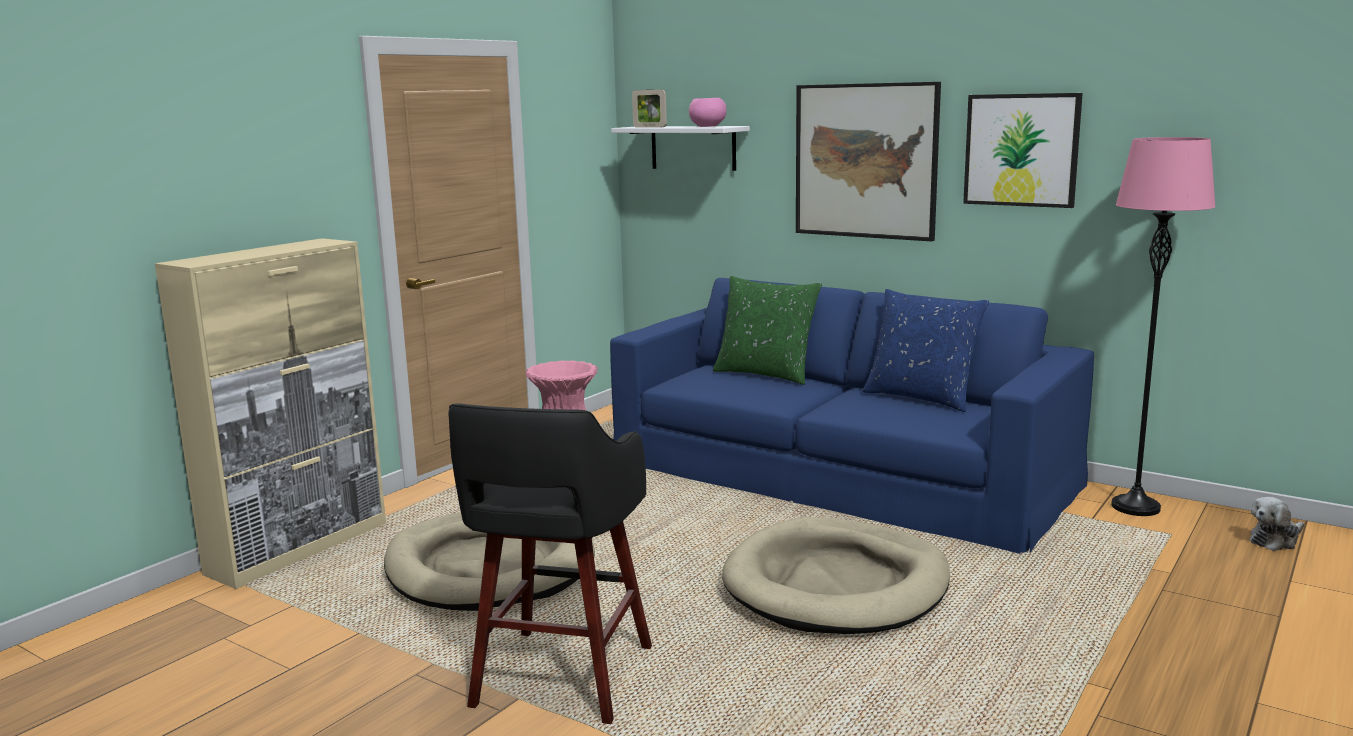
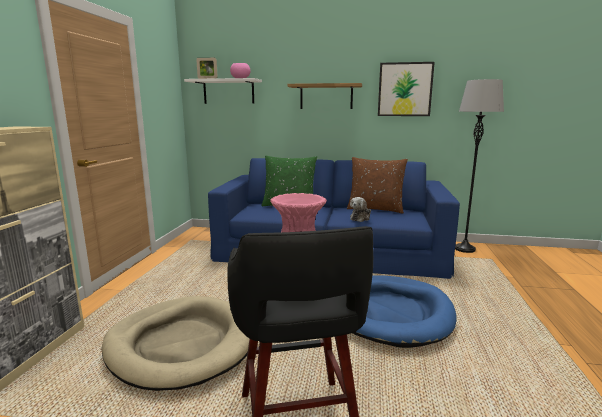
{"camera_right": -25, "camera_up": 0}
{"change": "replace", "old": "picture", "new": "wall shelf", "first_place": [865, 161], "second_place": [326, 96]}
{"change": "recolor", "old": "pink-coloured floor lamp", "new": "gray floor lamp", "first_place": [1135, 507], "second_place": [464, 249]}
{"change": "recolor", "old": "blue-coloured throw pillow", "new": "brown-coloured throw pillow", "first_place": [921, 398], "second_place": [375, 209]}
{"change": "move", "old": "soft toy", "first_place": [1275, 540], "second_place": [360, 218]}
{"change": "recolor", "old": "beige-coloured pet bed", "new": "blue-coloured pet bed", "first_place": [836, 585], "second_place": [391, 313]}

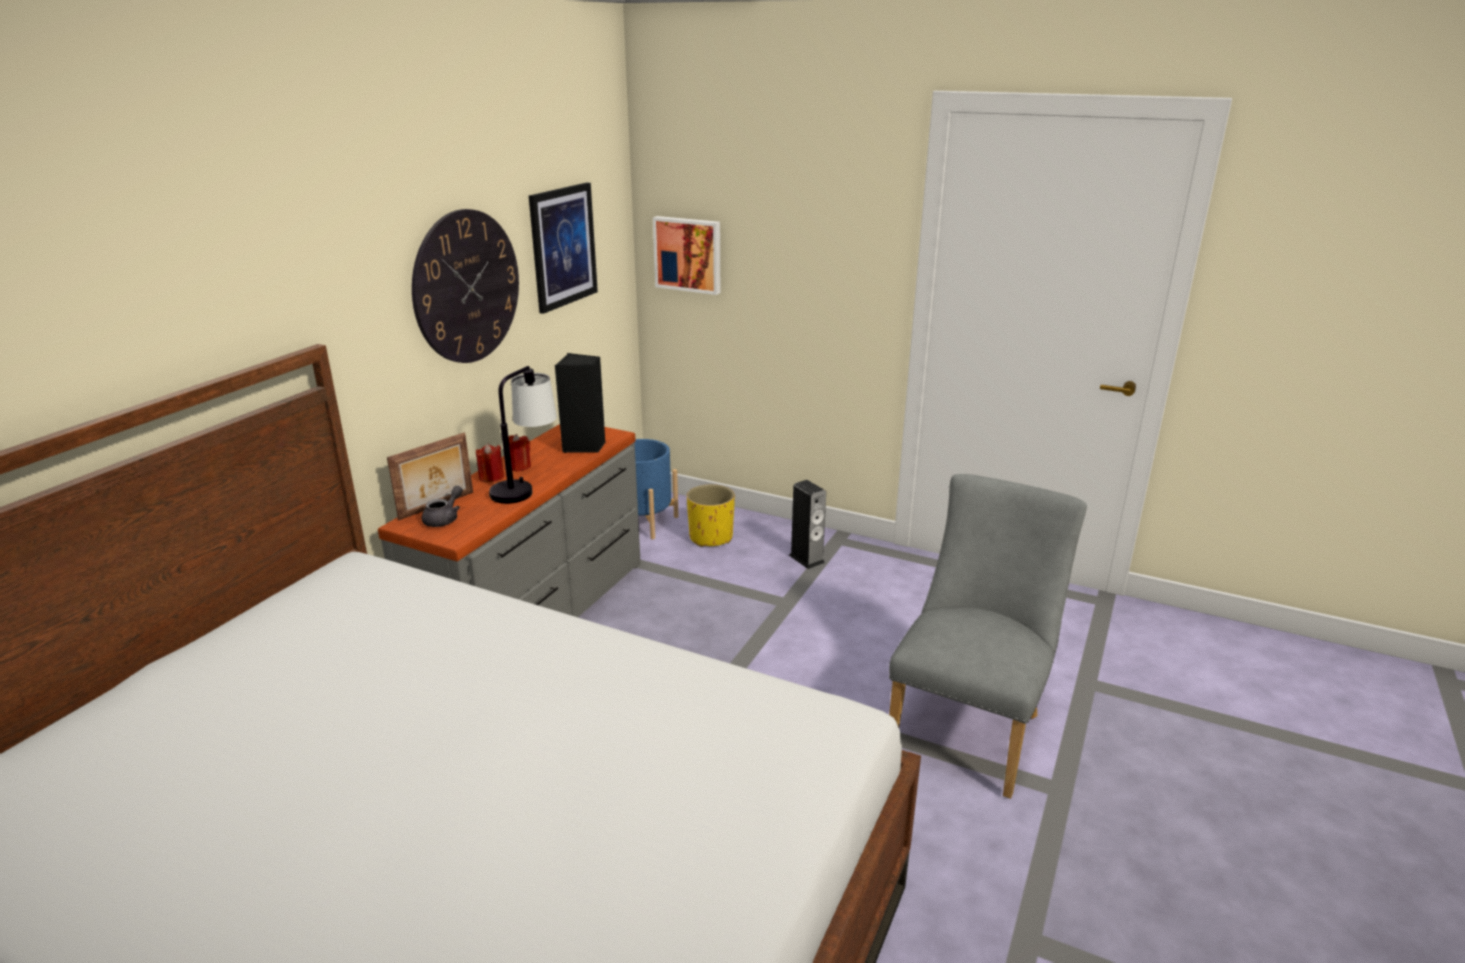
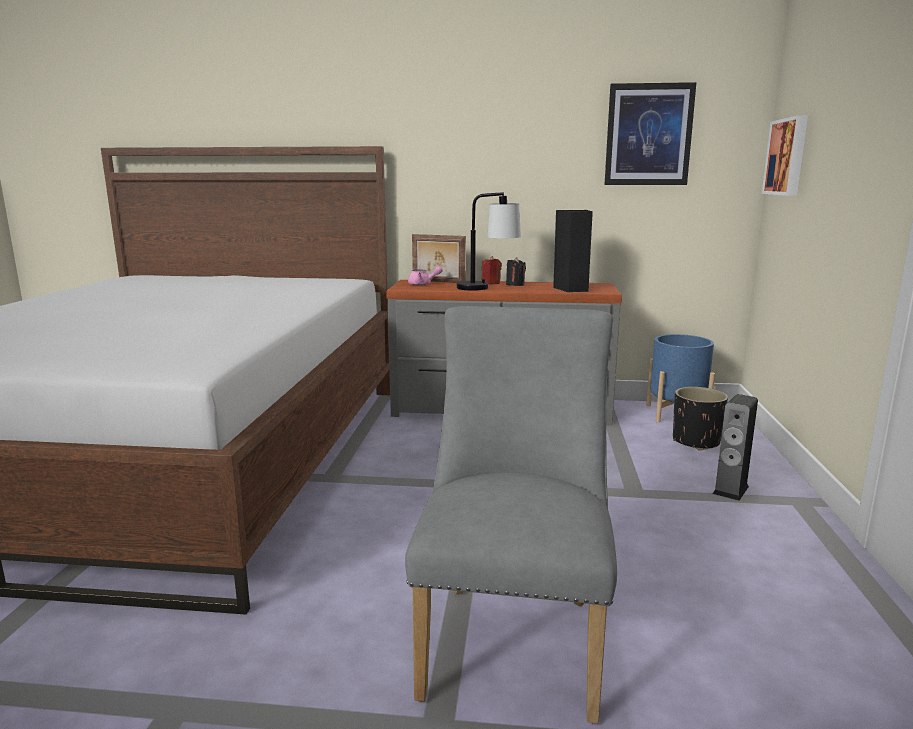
{"camera_right": 70, "camera_up": -10}
{"change": "delete", "old": "hanging clock", "first_place": [467, 287]}
{"change": "recolor", "old": "reddish wax candle", "new": "blackish wax candle", "first_place": [519, 466], "second_place": [515, 284]}
{"change": "rotate", "old": "gray plain chair", "first_place": [969, 728], "second_place": [514, 636], "degrees": -90}
{"change": "recolor", "old": "yellow flower pot", "new": "blackish flower pot", "first_place": [710, 538], "second_place": [695, 442]}
{"change": "recolor", "old": "gray pot for tea", "new": "pink-coloured pot for tea", "first_place": [444, 519], "second_place": [423, 284]}

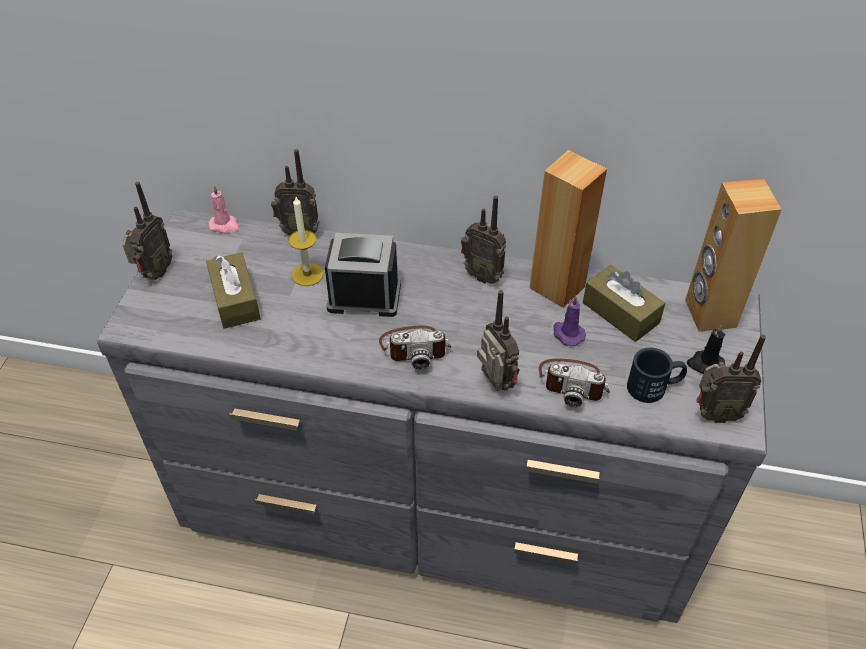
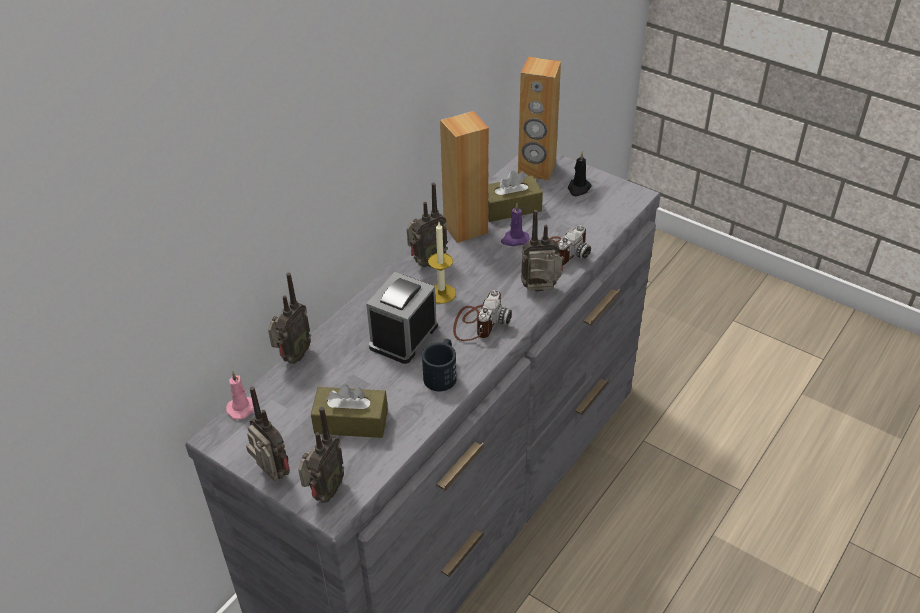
{"camera_right": -65, "camera_up": -5}
{"change": "move", "old": "wax candle", "first_place": [307, 274], "second_place": [441, 293]}
{"change": "move", "old": "radio", "first_place": [714, 414], "second_place": [324, 493]}
{"change": "move", "old": "blackish tea mug", "first_place": [654, 387], "second_place": [442, 373]}

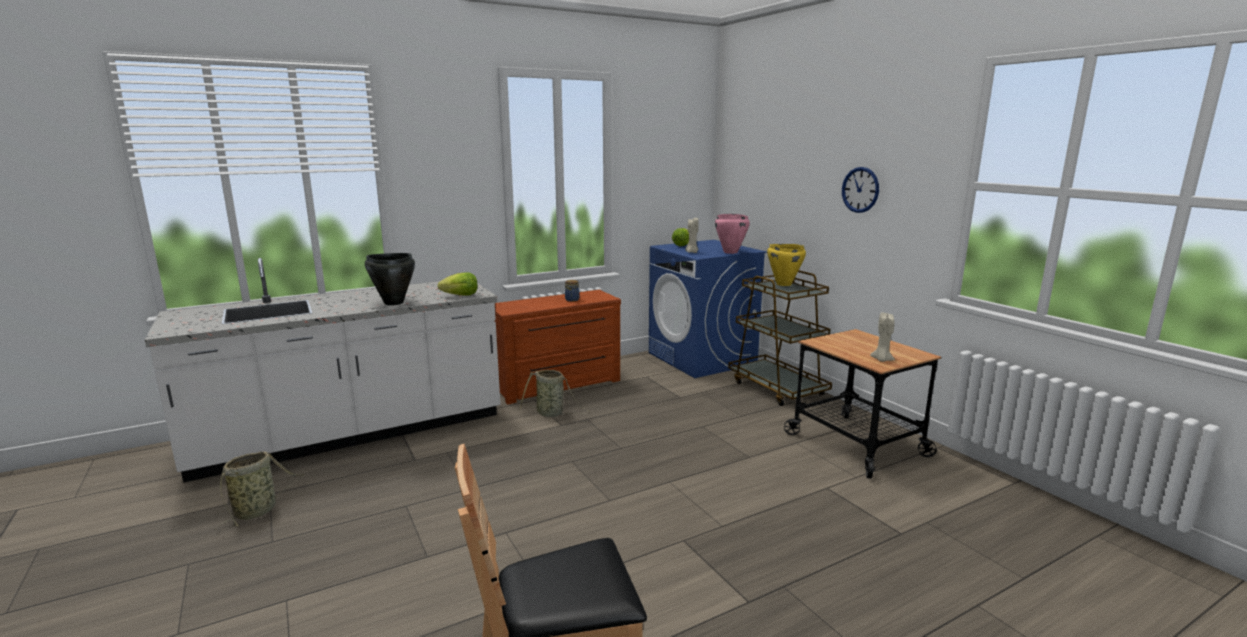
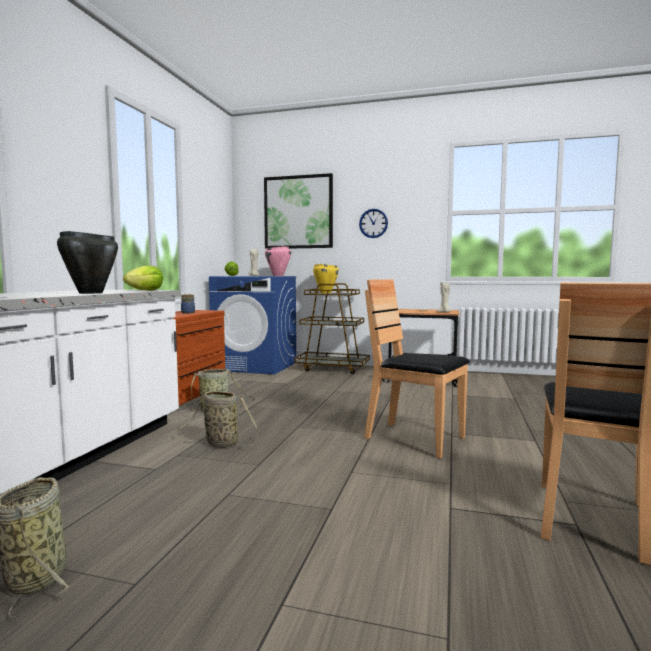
{"camera_right": -45, "camera_up": -10}
{"change": "insert", "new": "picture", "second_place": [298, 212]}
{"change": "insert", "new": "brown-coloured plain chair", "second_place": [415, 439]}
{"change": "insert", "new": "storage basket", "second_place": [219, 444]}

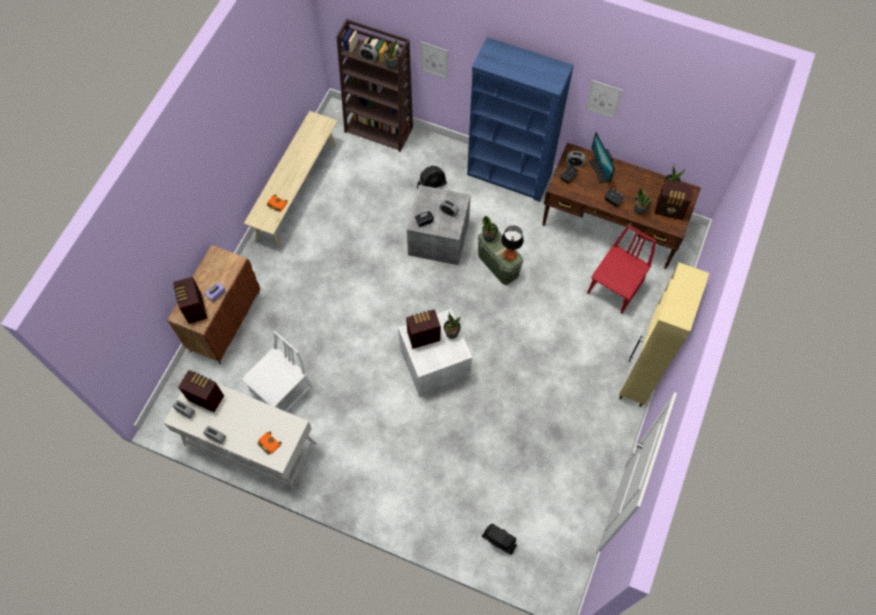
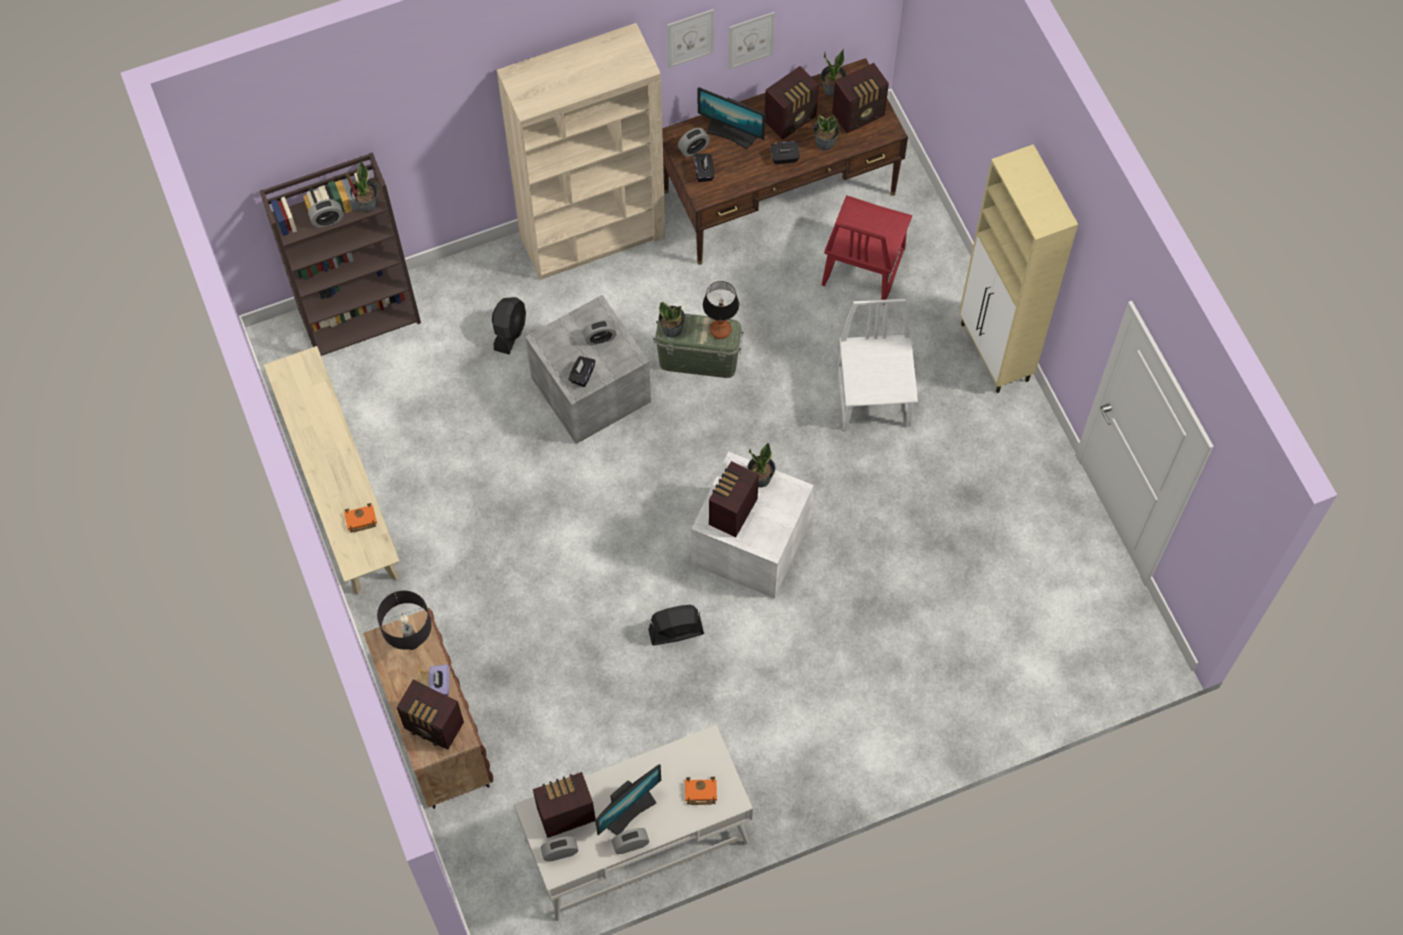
{"camera_right": -45, "camera_up": 0}
{"change": "recolor", "old": "blue-coloured bookcase", "new": "beige-coloured bookcase", "first_place": [509, 175], "second_place": [593, 236]}
{"change": "move", "old": "picture", "first_place": [434, 60], "second_place": [751, 40]}
{"change": "rotate", "old": "reddish plain chair", "first_place": [615, 288], "second_place": [862, 267], "degrees": -150}
{"change": "move", "old": "white-coloured plain chair", "first_place": [282, 390], "second_place": [874, 396]}
{"change": "move", "old": "blackish cooling fan", "first_place": [499, 540], "second_place": [675, 632]}
{"change": "insert", "new": "radio", "second_place": [791, 119]}
{"change": "insert", "new": "blackish tabletop lamp", "second_place": [411, 643]}
{"change": "insert", "new": "computer display", "second_place": [628, 810]}

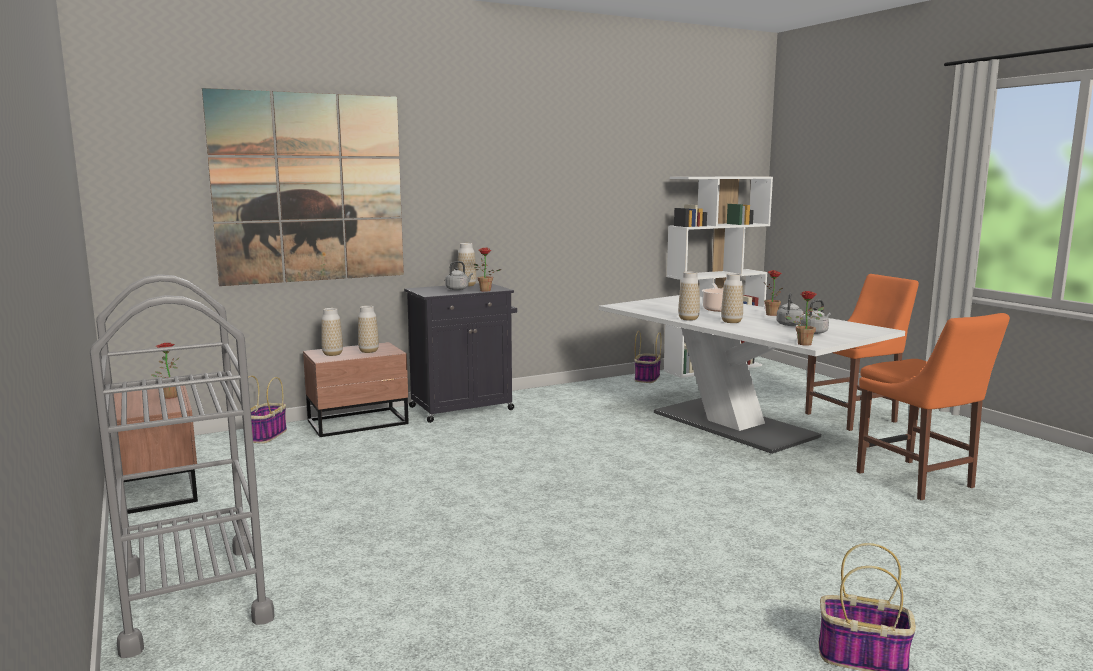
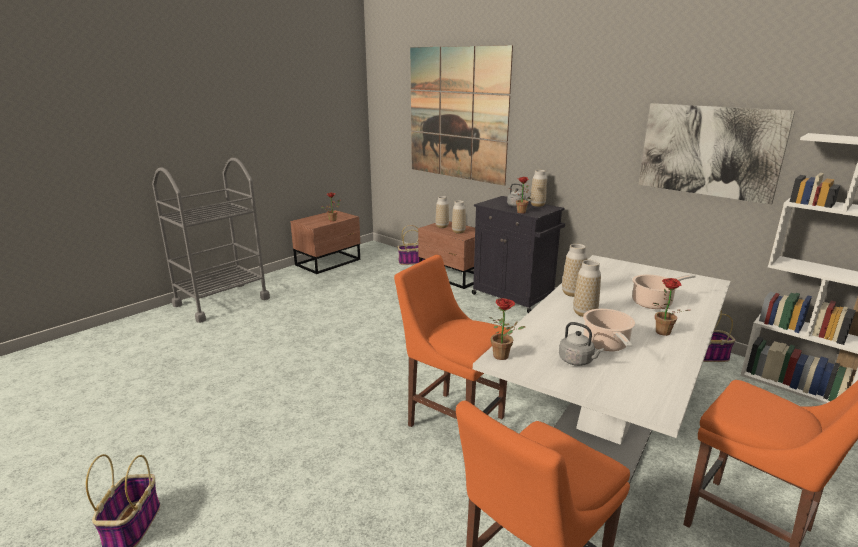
{"camera_right": 70, "camera_up": 10}
{"change": "replace", "old": "gray tea kettle", "new": "stockpot", "first_place": [789, 325], "second_place": [606, 344]}
{"change": "insert", "new": "picture", "second_place": [709, 151]}
{"change": "insert", "new": "orangey plain chair", "second_place": [452, 419]}

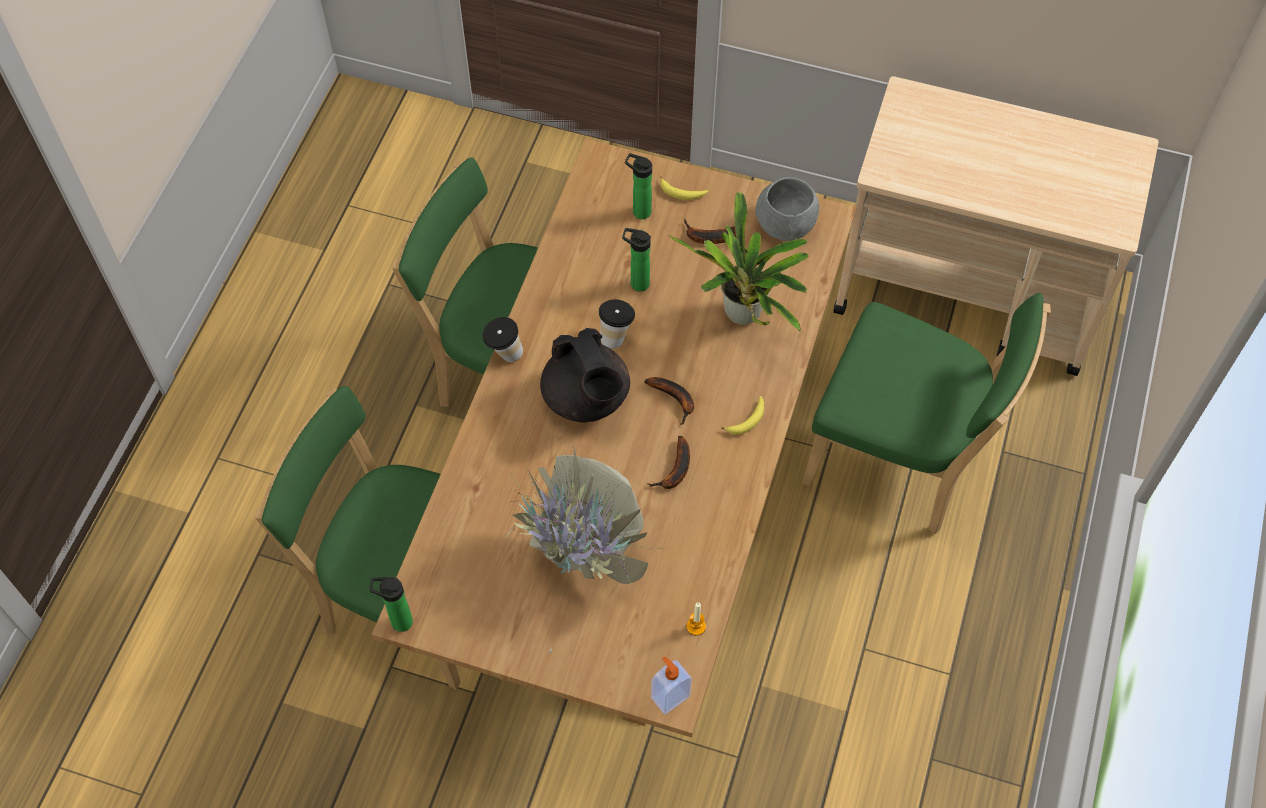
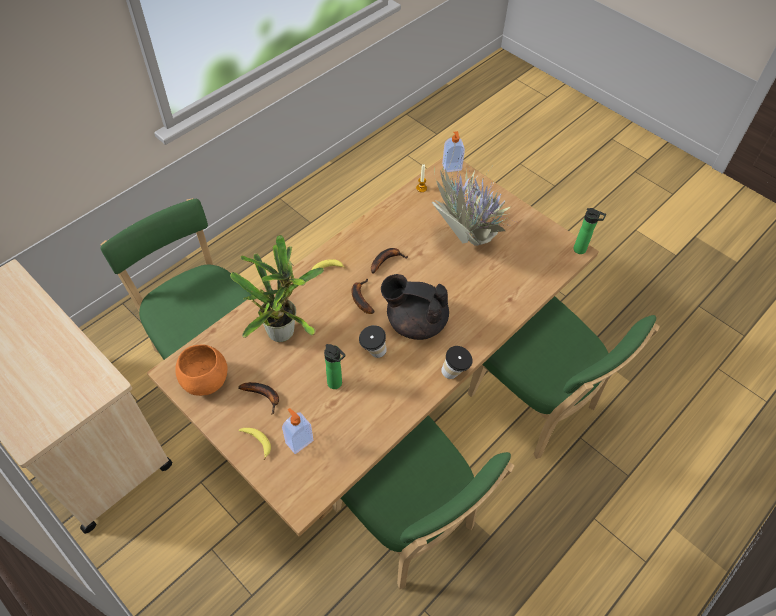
{"camera_right": -155, "camera_up": -5}
{"change": "replace", "old": "bottle", "new": "soap bottle", "first_place": [639, 211], "second_place": [299, 441]}
{"change": "recolor", "old": "gray bowl", "new": "orangey bowl", "first_place": [785, 226], "second_place": [206, 380]}
{"change": "rotate", "old": "blackish pot for tea", "first_place": [586, 398], "second_place": [415, 322], "degrees": -75}

